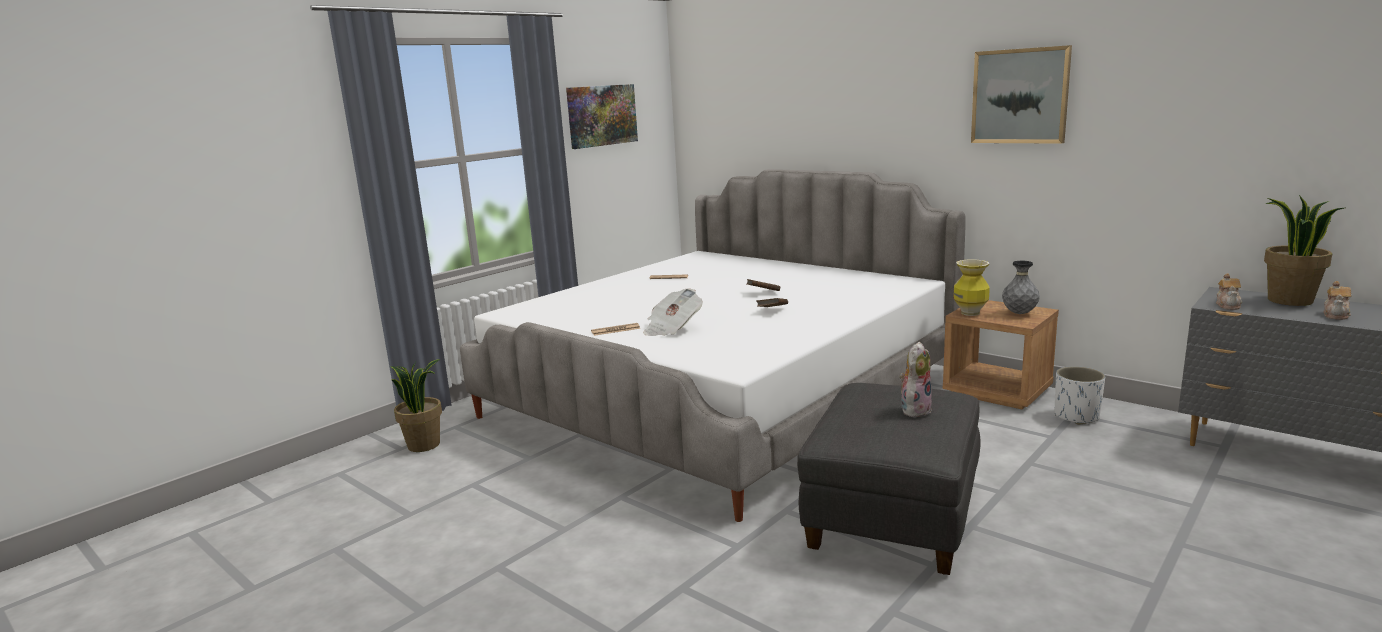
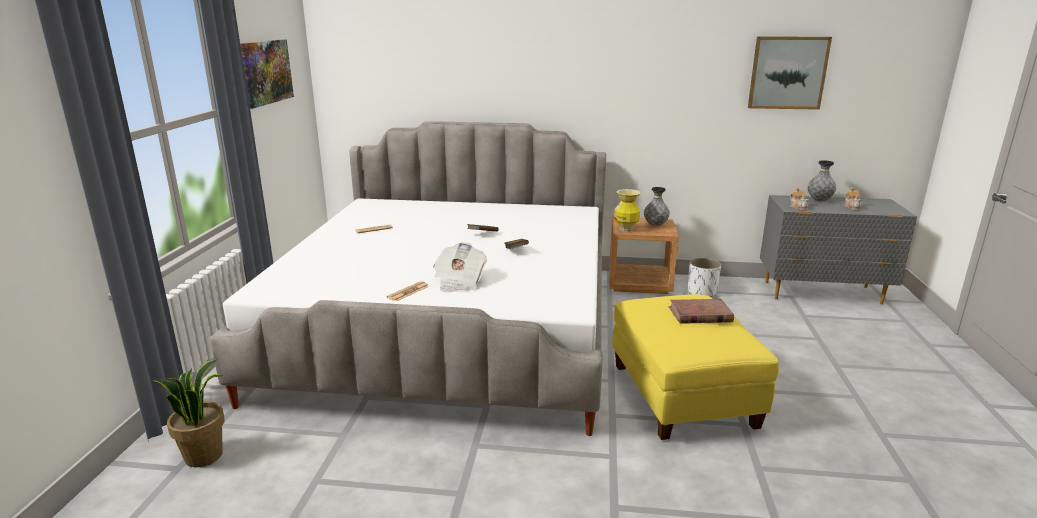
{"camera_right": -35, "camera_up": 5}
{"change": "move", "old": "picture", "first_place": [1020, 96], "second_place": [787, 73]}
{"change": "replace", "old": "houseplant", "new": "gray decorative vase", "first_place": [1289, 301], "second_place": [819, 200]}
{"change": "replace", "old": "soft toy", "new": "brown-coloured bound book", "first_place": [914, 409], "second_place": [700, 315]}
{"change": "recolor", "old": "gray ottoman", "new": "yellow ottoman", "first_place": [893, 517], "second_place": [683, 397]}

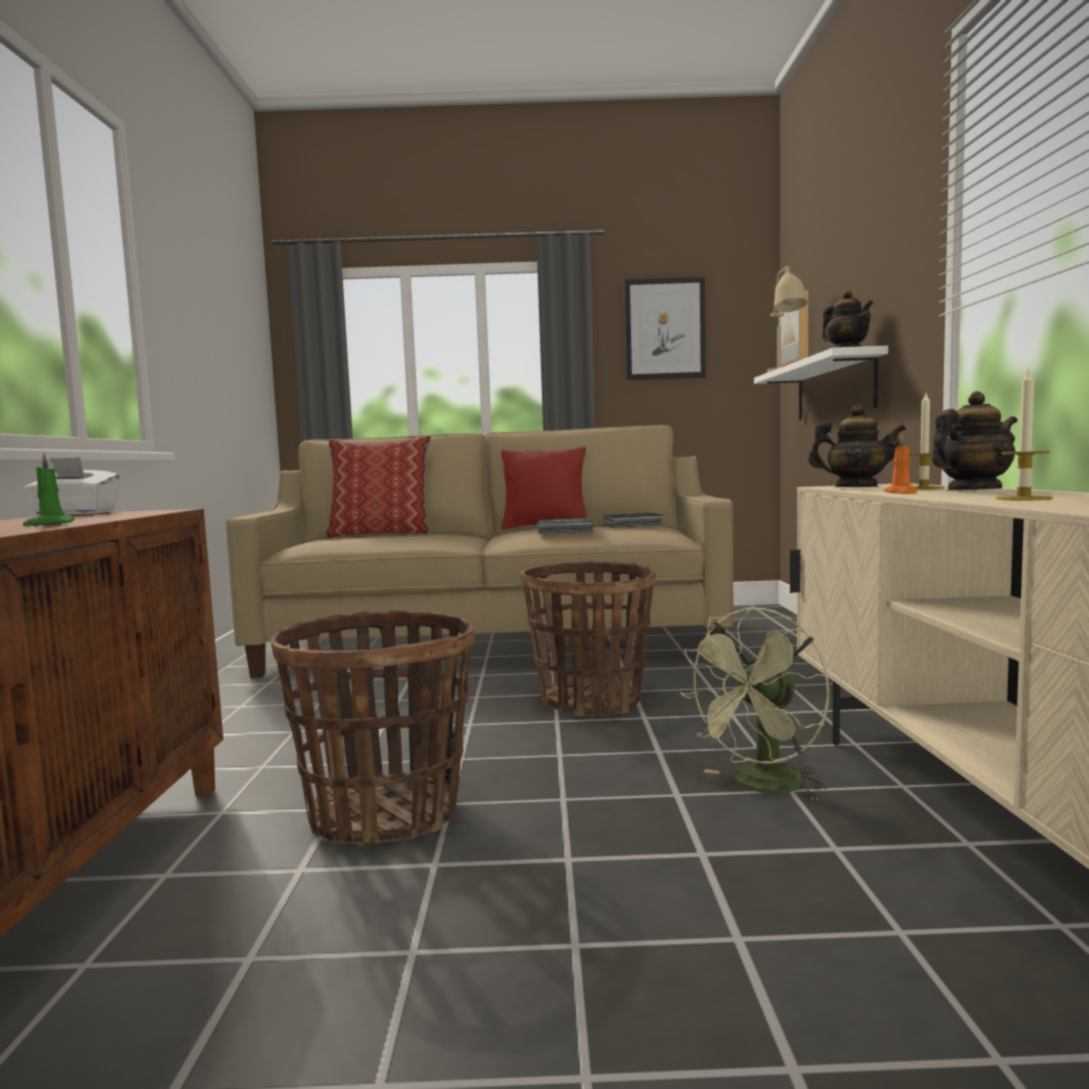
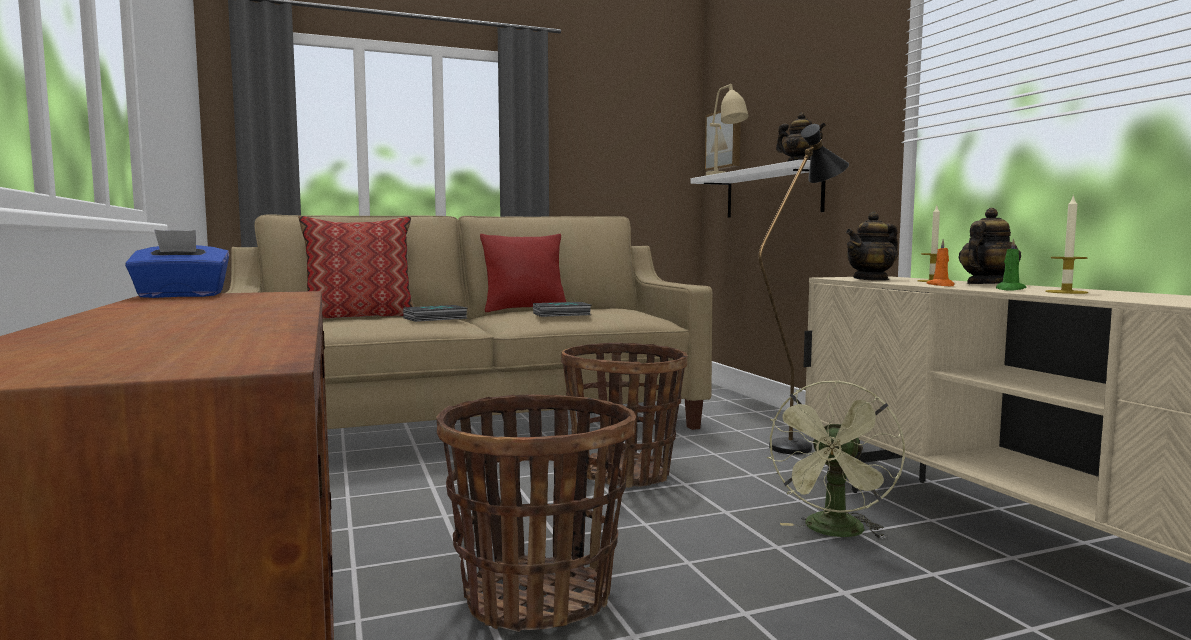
{"camera_right": -20, "camera_up": 0}
{"change": "delete", "old": "picture", "first_place": [664, 329]}
{"change": "rotate", "old": "pot for tea", "first_place": [856, 487], "second_place": [871, 279], "degrees": 150}
{"change": "move", "old": "green wax candle", "first_place": [49, 524], "second_place": [1010, 289]}
{"change": "recolor", "old": "white-coloured box of tissues", "new": "blue-coloured box of tissues", "first_place": [75, 514], "second_place": [181, 296]}
{"change": "move", "old": "bound book", "first_place": [632, 525], "second_place": [435, 318]}
{"change": "insert", "new": "blackish floor lamp", "second_place": [800, 445]}

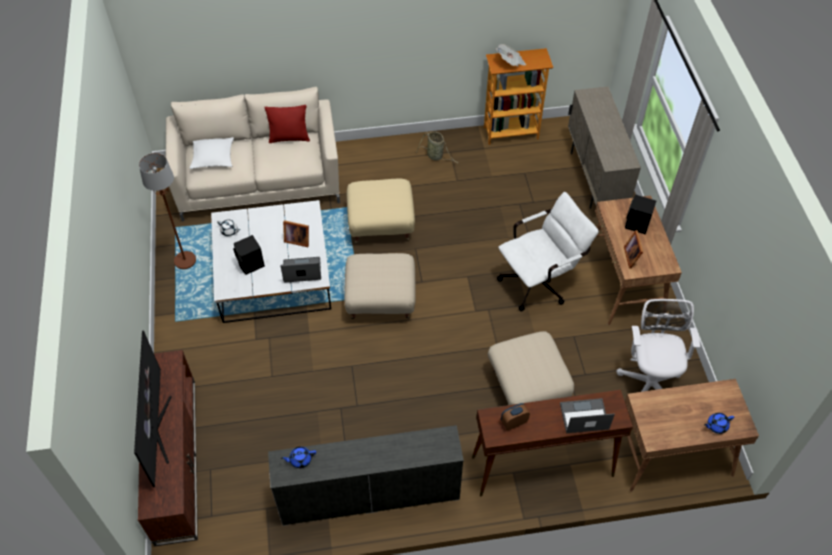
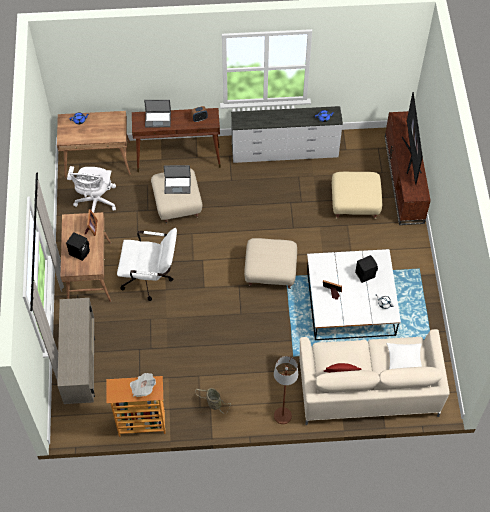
{"camera_right": -175, "camera_up": 5}
{"change": "move", "old": "brown-coloured floor lamp", "first_place": [185, 260], "second_place": [282, 416]}
{"change": "move", "old": "beige-coloured ottoman", "first_place": [380, 225], "second_place": [355, 205]}
{"change": "rotate", "old": "white-coloured desk chair", "first_place": [540, 281], "second_place": [151, 279], "degrees": -150}
{"change": "move", "old": "portable computer", "first_place": [302, 271], "second_place": [177, 185]}

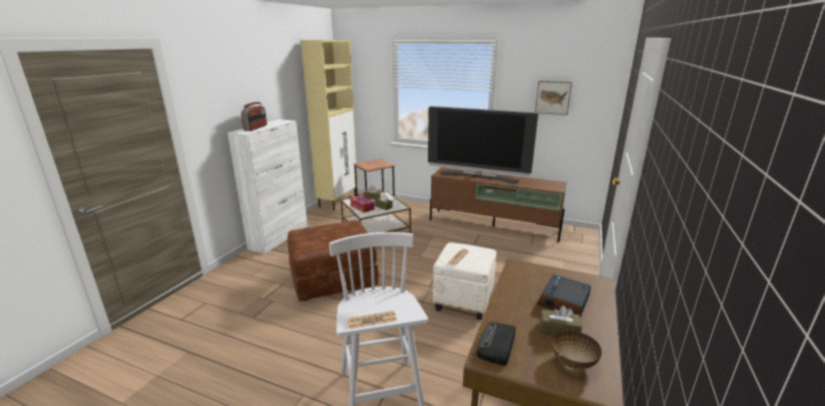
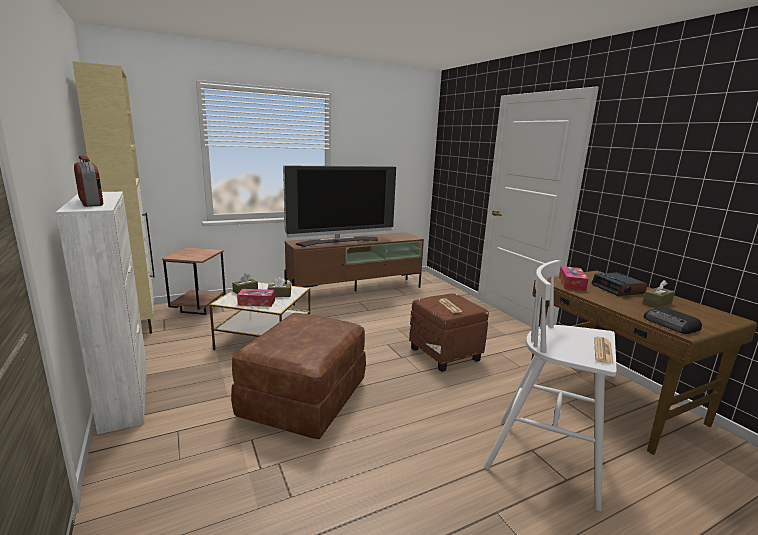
{"camera_right": -50, "camera_up": -5}
{"change": "delete", "old": "picture", "first_place": [553, 97]}
{"change": "recolor", "old": "white-coloured ottoman", "new": "brown-coloured ottoman", "first_place": [464, 301], "second_place": [445, 354]}
{"change": "delete", "old": "bowl", "first_place": [573, 362]}
{"change": "insert", "new": "box of tissues", "second_place": [571, 284]}

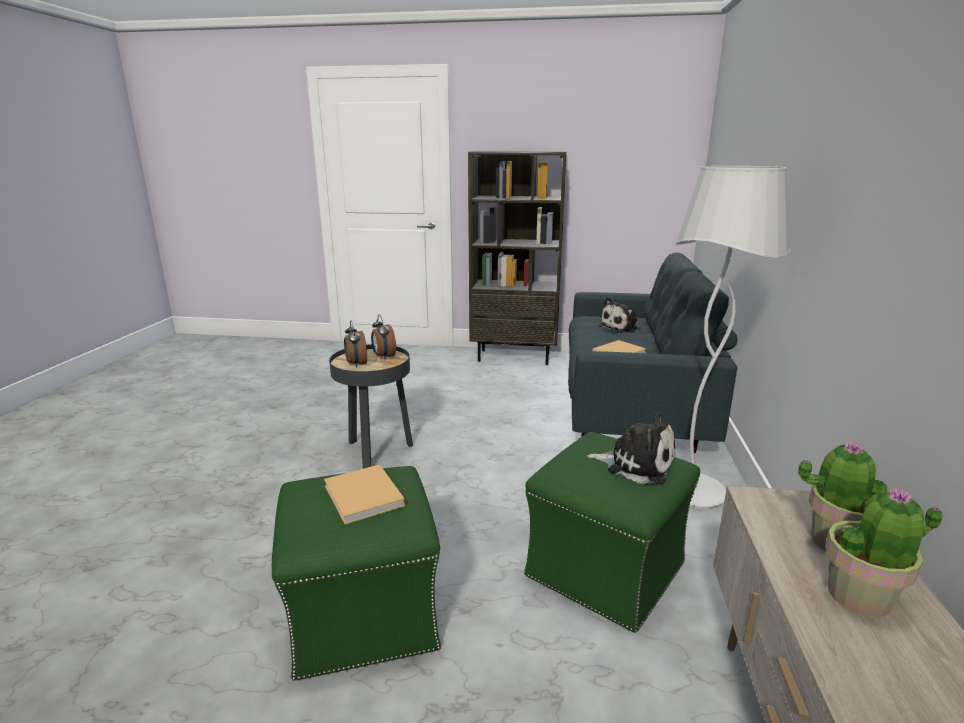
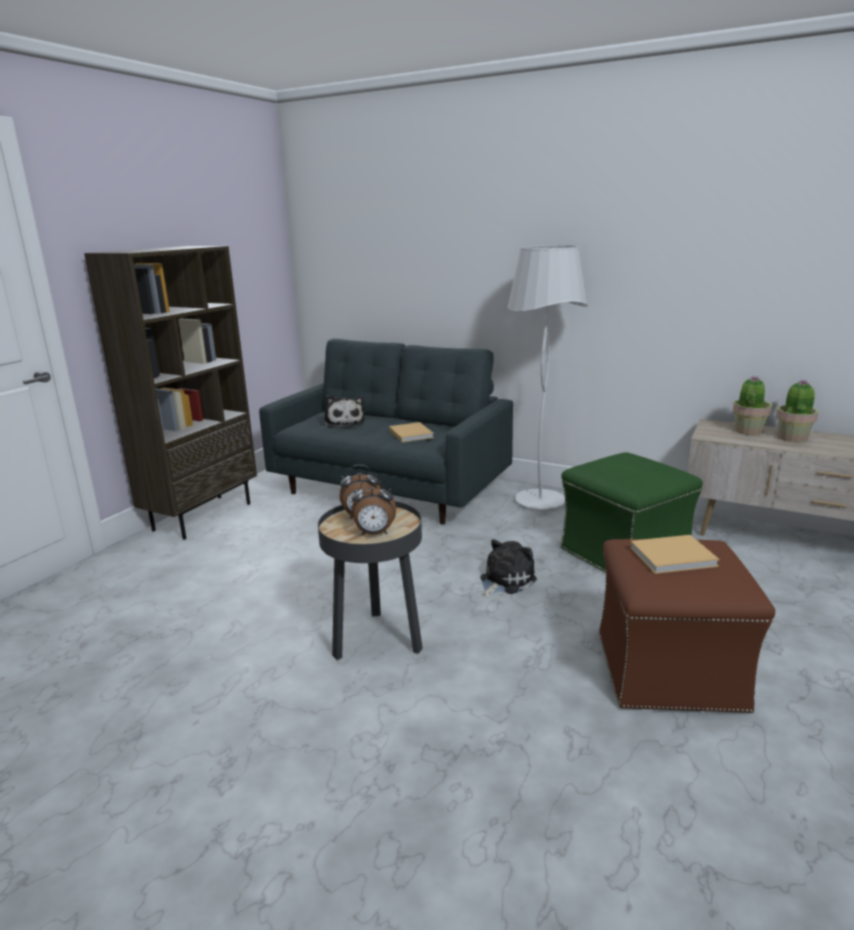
{"camera_right": -70, "camera_up": 0}
{"change": "move", "old": "soft toy", "first_place": [636, 464], "second_place": [505, 581]}
{"change": "recolor", "old": "green ottoman", "new": "brown-coloured ottoman", "first_place": [362, 614], "second_place": [669, 671]}

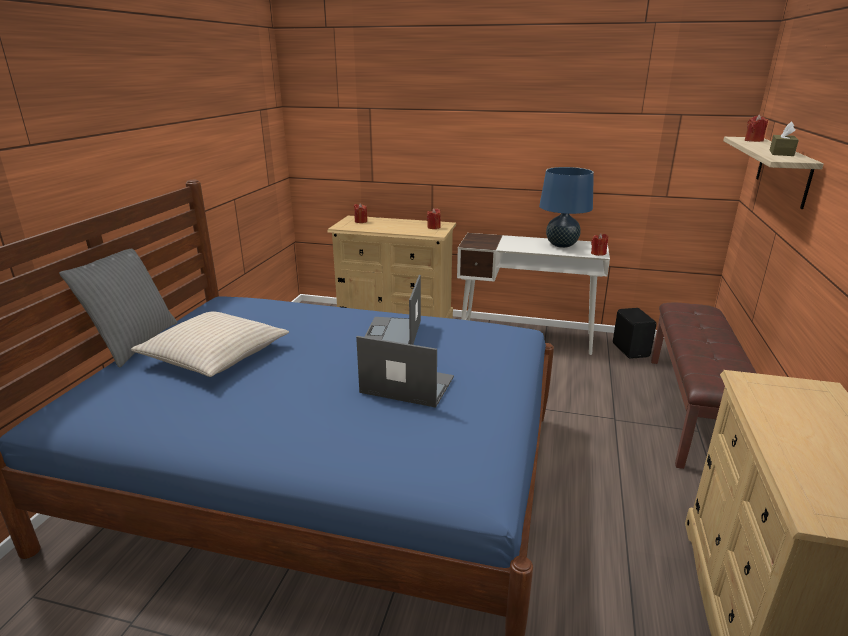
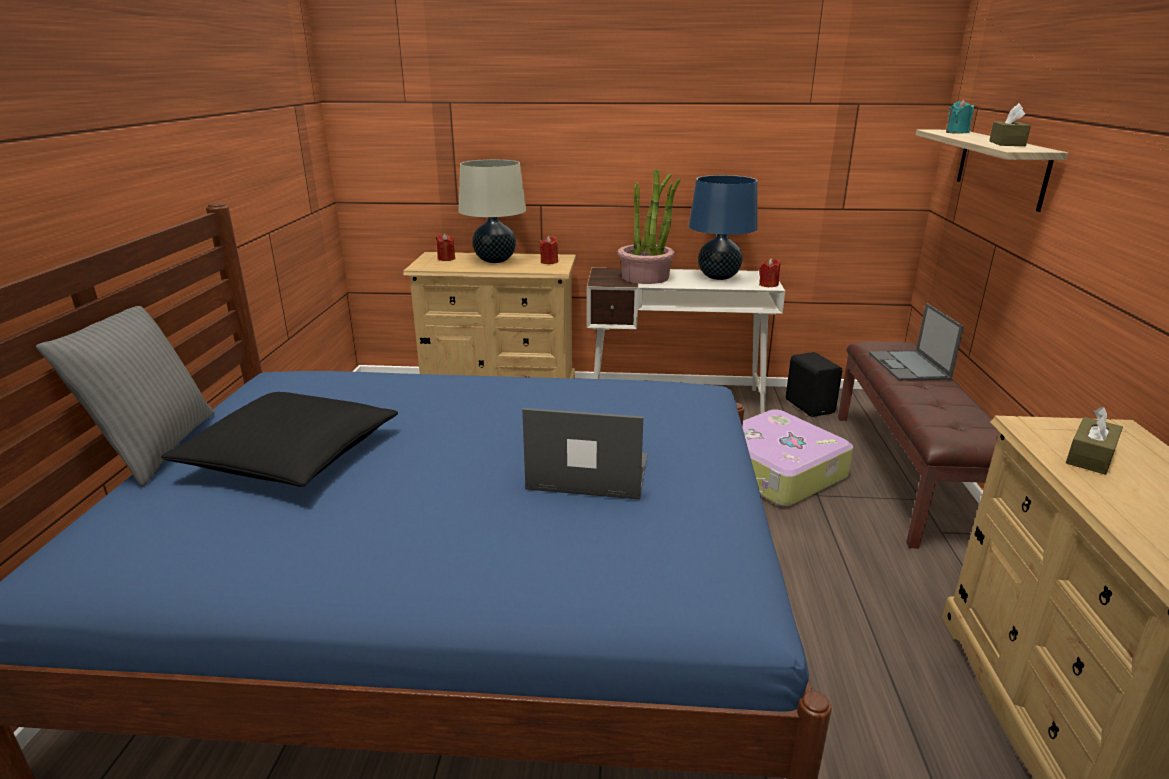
{"camera_right": -10, "camera_up": 0}
{"change": "recolor", "old": "reddish wax candle", "new": "turquoise-coloured wax candle", "first_place": [753, 140], "second_place": [957, 132]}
{"change": "move", "old": "portable computer", "first_place": [392, 334], "second_place": [909, 366]}
{"change": "recolor", "old": "beige-coloured throw pillow", "new": "blackish throw pillow", "first_place": [214, 355], "second_place": [290, 456]}
{"change": "insert", "new": "beige-coloured tabletop lamp", "second_place": [495, 260]}
{"change": "insert", "new": "houseplant", "second_place": [645, 277]}
{"change": "insert", "new": "brown-coloured box of tissues", "second_place": [1090, 456]}
{"change": "insert", "new": "piece of luggage", "second_place": [777, 472]}

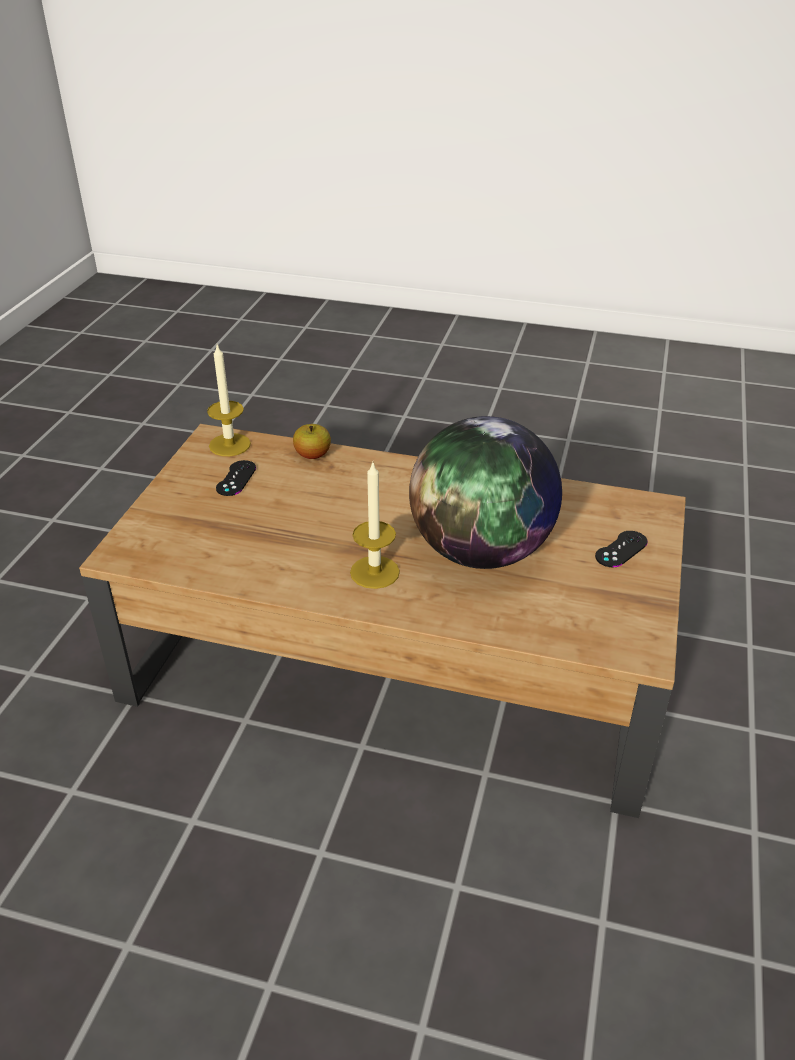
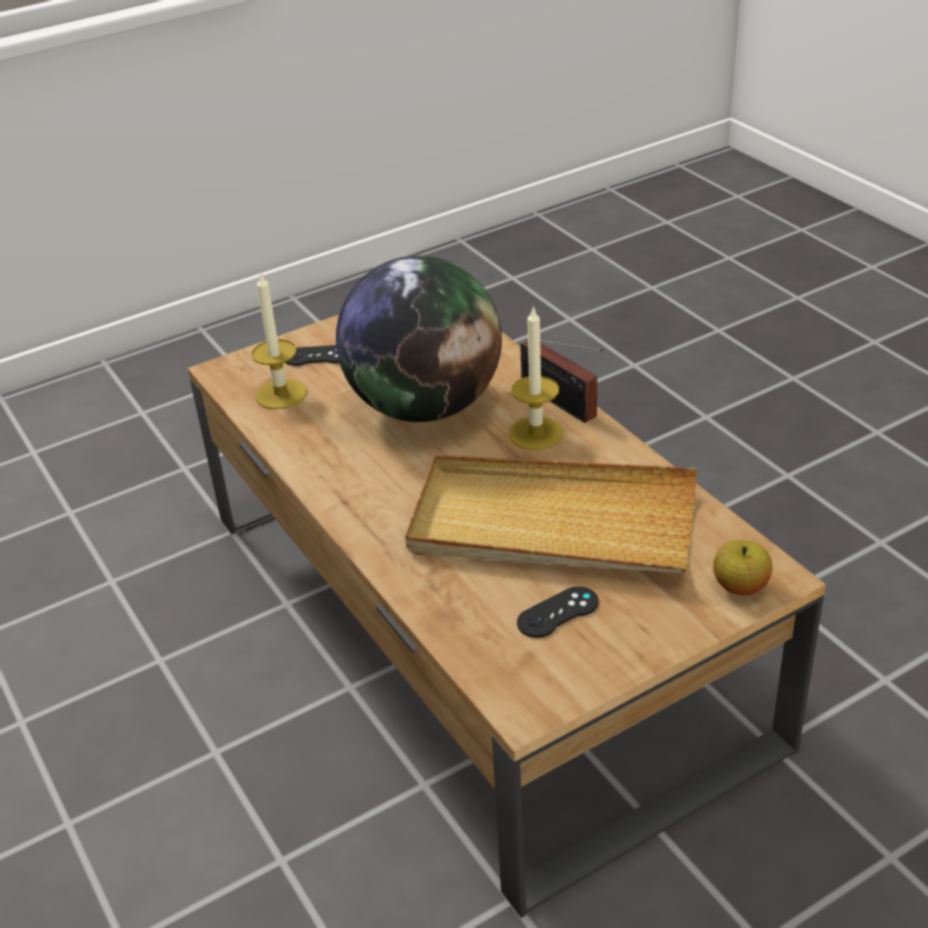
{"camera_right": -135, "camera_up": 0}
{"change": "move", "old": "wax candle", "first_place": [229, 445], "second_place": [281, 394]}
{"change": "move", "old": "apple fruit", "first_place": [312, 455], "second_place": [740, 586]}
{"change": "insert", "new": "radio", "second_place": [561, 403]}
{"change": "insert", "new": "beige-coloured serving tray", "second_place": [552, 523]}

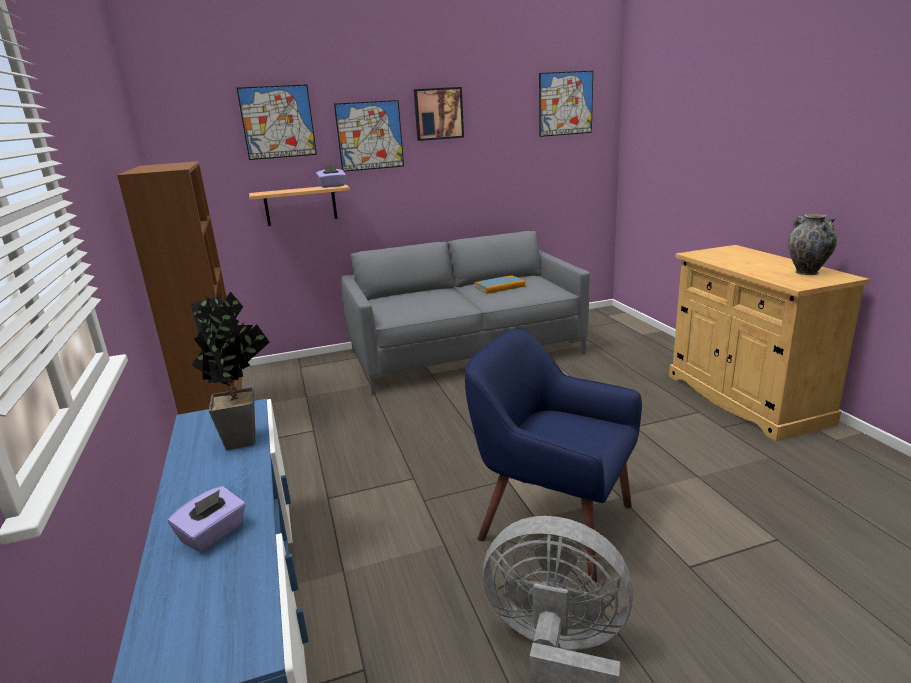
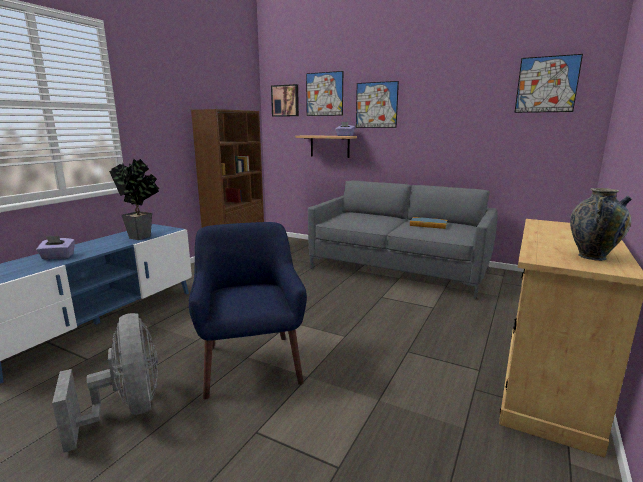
{"camera_right": 45, "camera_up": -5}
{"change": "move", "old": "picture", "first_place": [438, 114], "second_place": [285, 100]}

